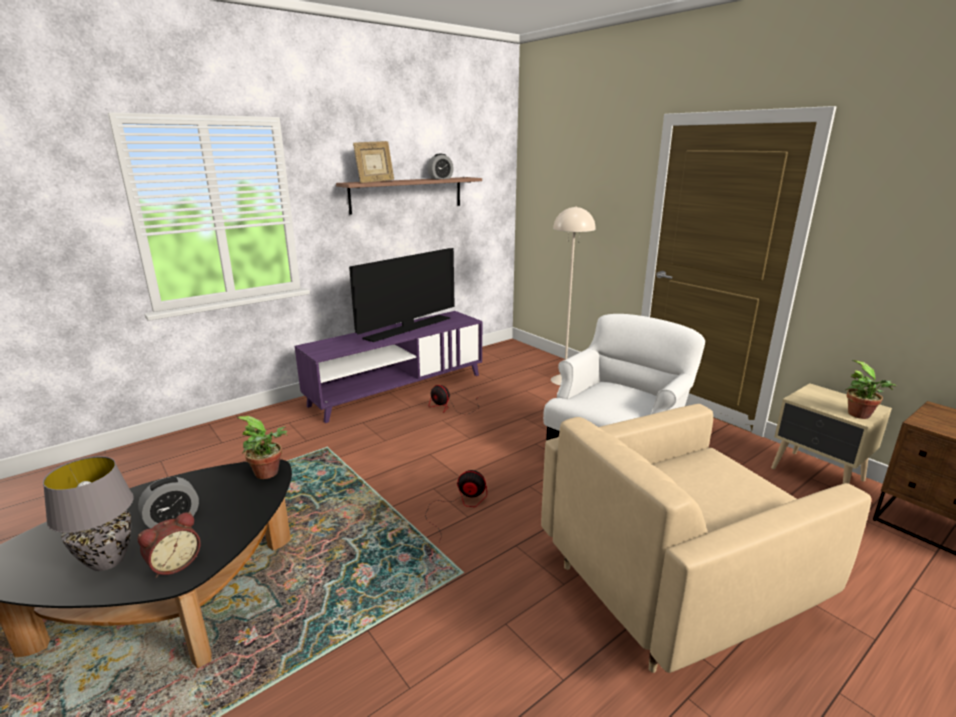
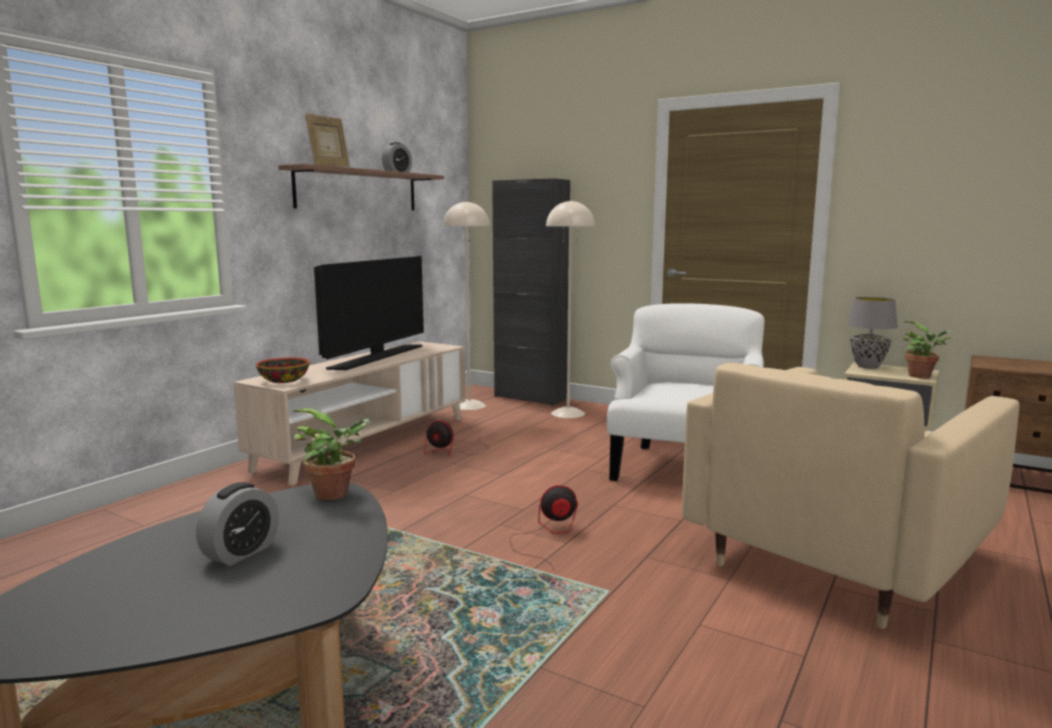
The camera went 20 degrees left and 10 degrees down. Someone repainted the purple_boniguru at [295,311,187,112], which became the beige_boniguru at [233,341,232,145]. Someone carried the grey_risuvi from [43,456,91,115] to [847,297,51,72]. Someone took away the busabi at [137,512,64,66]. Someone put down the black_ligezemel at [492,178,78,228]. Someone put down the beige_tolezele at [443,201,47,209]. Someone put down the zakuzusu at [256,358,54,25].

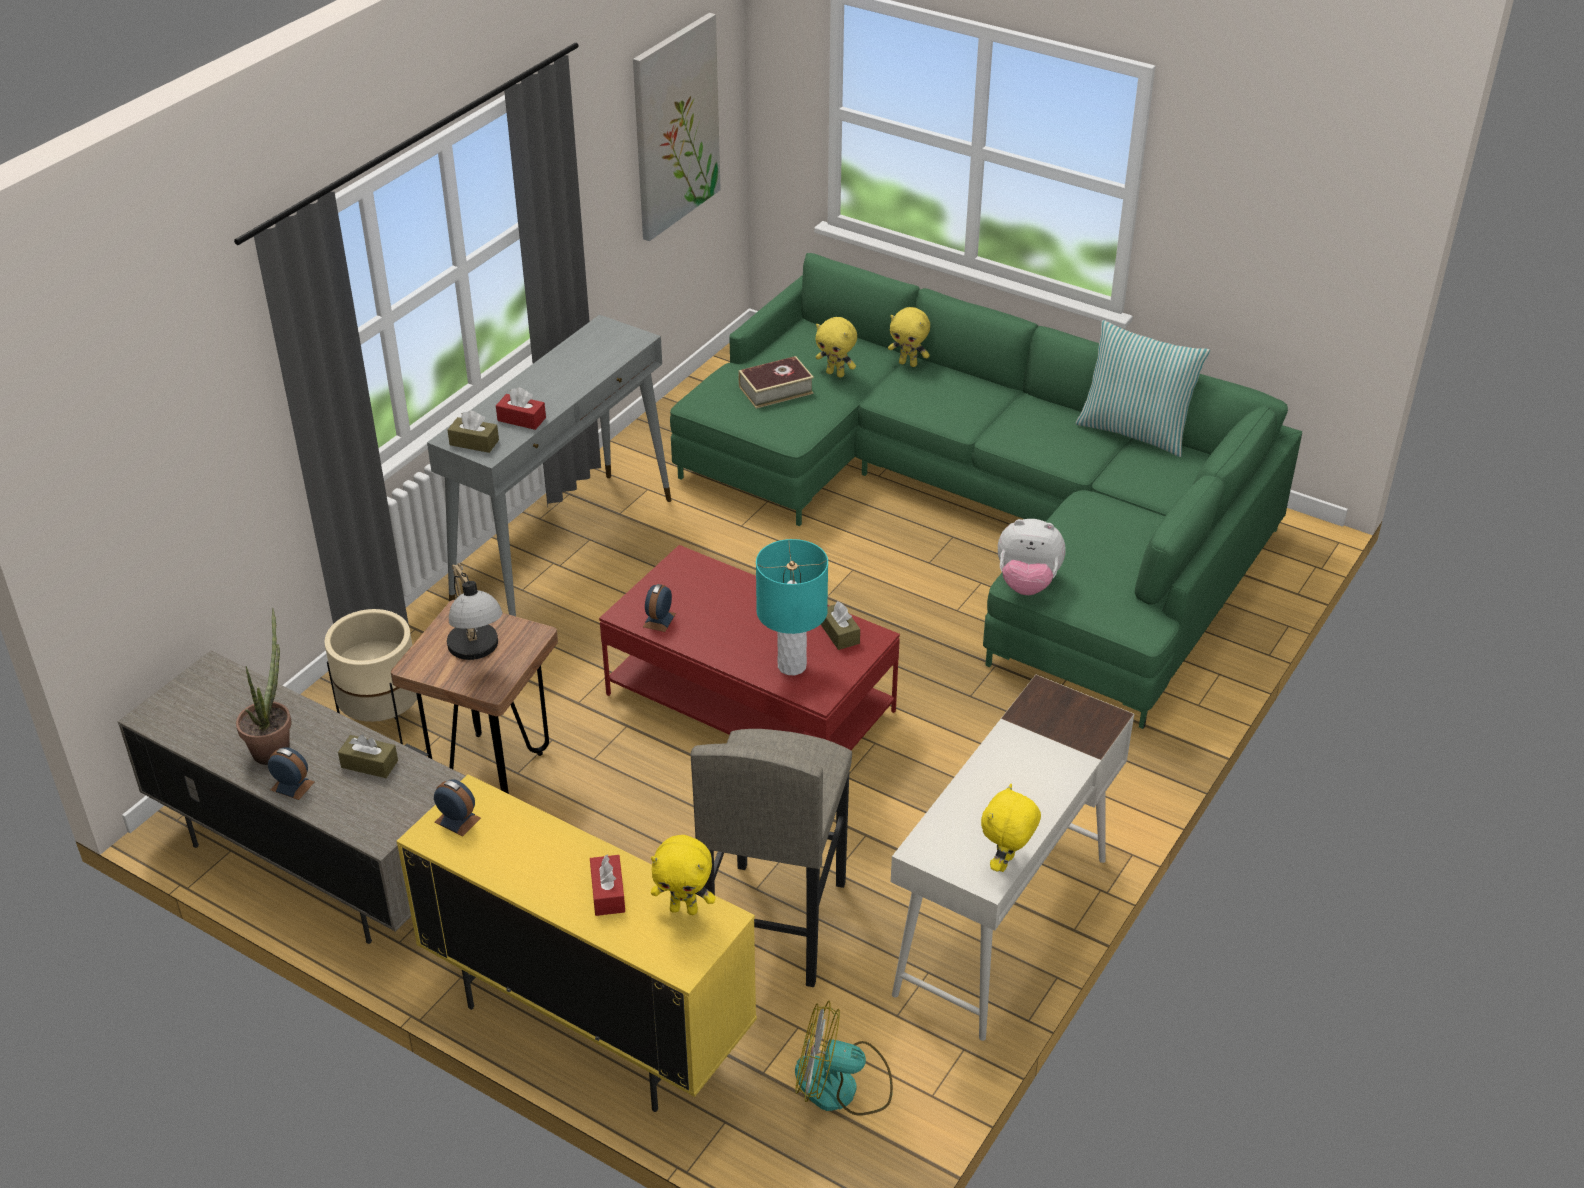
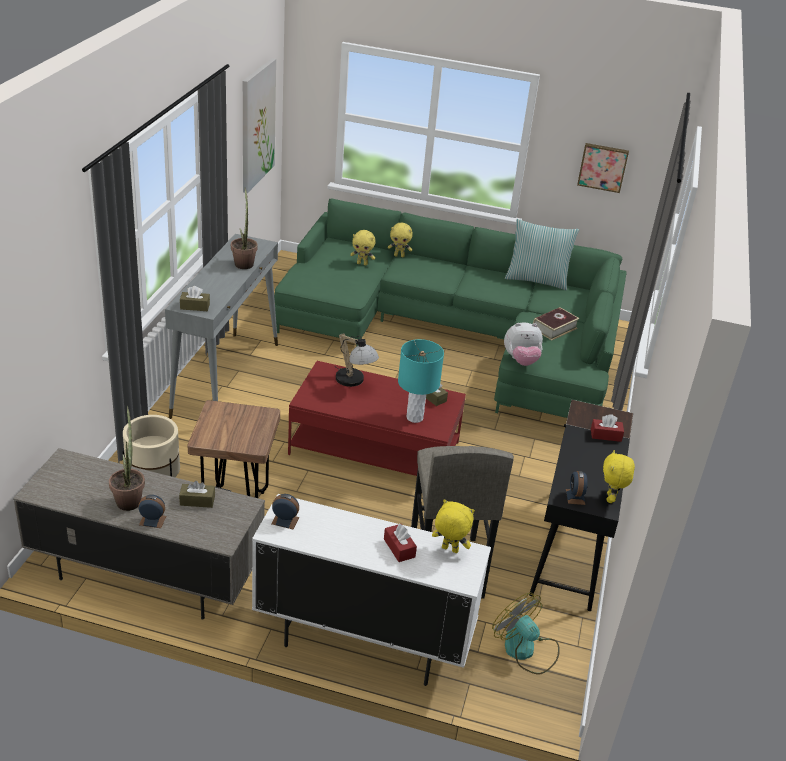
The camera went 20 degrees left and 5 degrees down. Someone carried the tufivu from [738,356,76,53] to [533,307,47,33]. Someone carried the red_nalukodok from [496,387,50,43] to [591,414,33,28]. Someone carried the risuvi from [447,563,56,97] to [336,333,43,54]. Someone carried the busabi from [643,584,33,48] to [566,471,22,34]. Someone repainted the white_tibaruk at [891,675,243,366], which became the black_tibaruk at [529,400,104,211]. Someone repainted the yellow_ligezemel at [396,774,361,338], which became the white_ligezemel at [252,494,239,192]. Someone rotated the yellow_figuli at [651,835,65,80] by 150 degrees counterclockwise. Someone rotated the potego at [795,1001,98,115] by 60 degrees clockwise. Someone put up the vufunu at [577,143,52,50]. Someone put down the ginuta at [231,187,27,82].

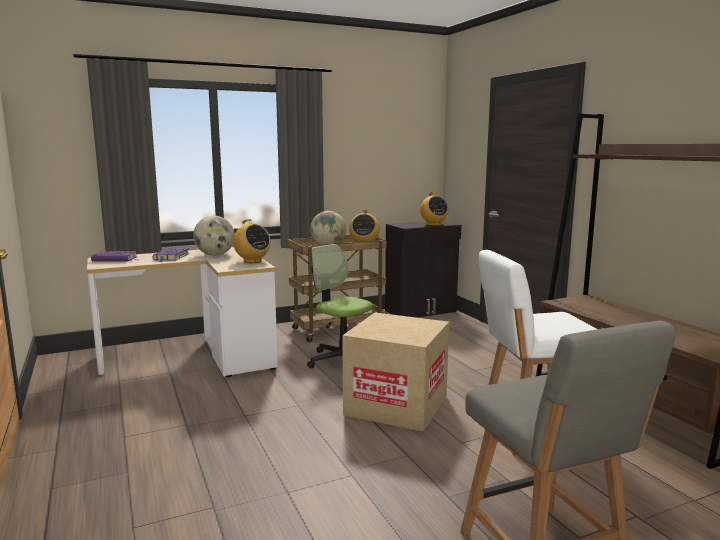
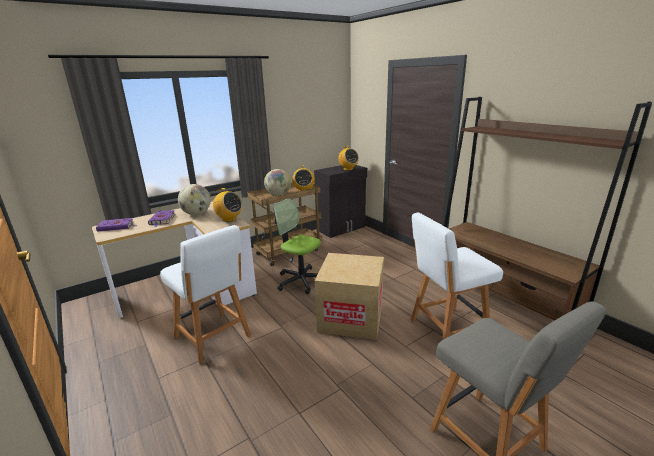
The camera went 10 degrees left and 10 degrees up. Someone put down the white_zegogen at [160,225,91,139].

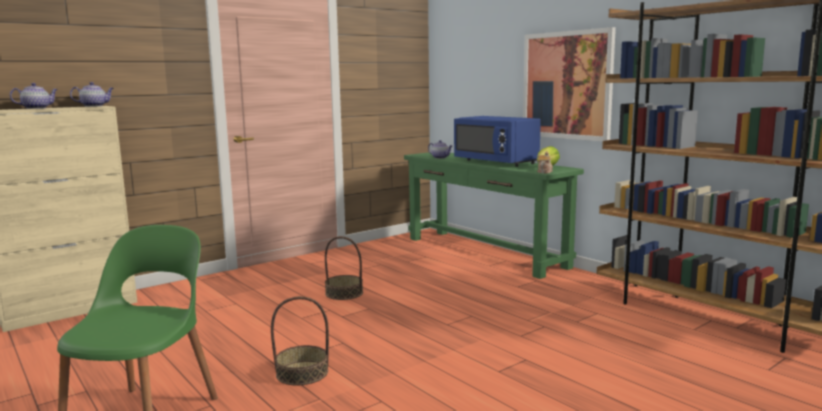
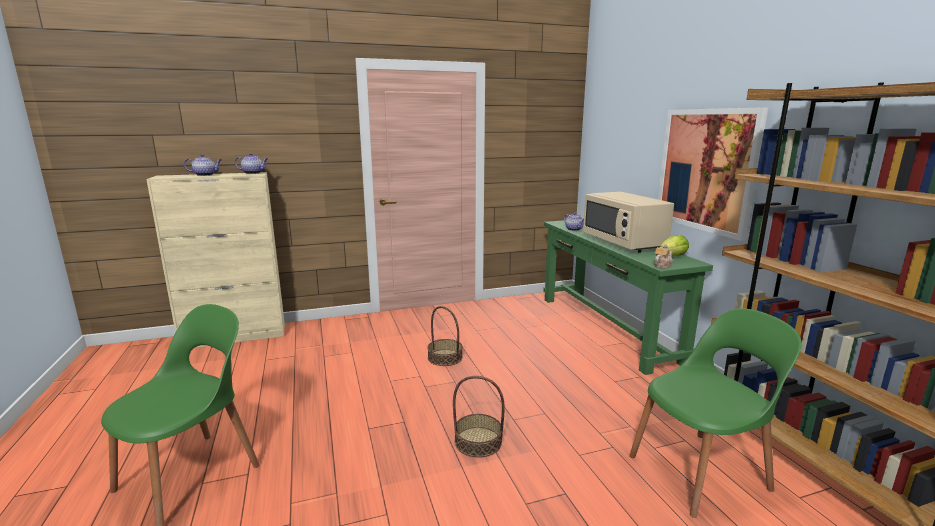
The camera went 20 degrees right and 5 degrees up. Someone repainted the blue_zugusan at [454,116,87,51], which became the beige_zugusan at [583,192,91,61]. Someone carried the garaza from [271,296,58,89] to [453,376,52,82]. Someone put down the green_zegogen at [629,308,173,210].

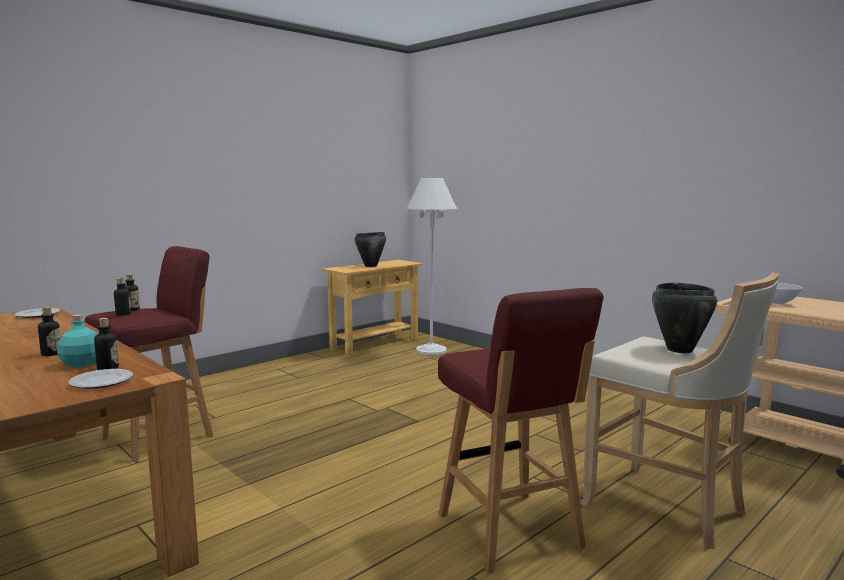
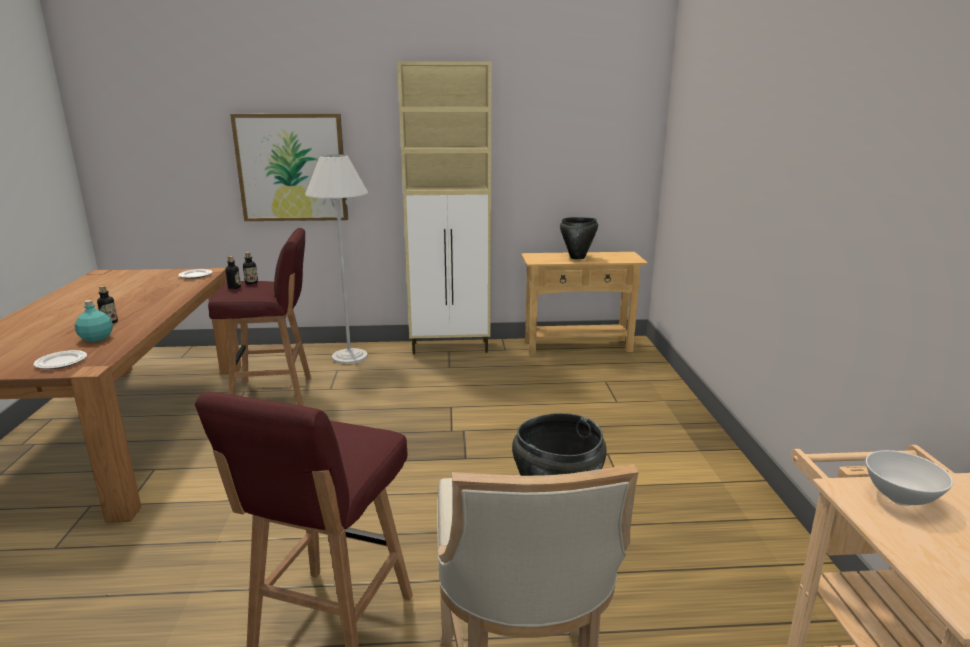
The camera went 40 degrees right and 10 degrees up. Someone carried the white_tolezele from [406,178,51,177] to [305,154,63,210]. Someone took away the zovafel at [94,318,25,52]. Someone put down the beige_ligezemel at [397,61,94,294]. Someone put up the vufunu at [230,113,118,108].

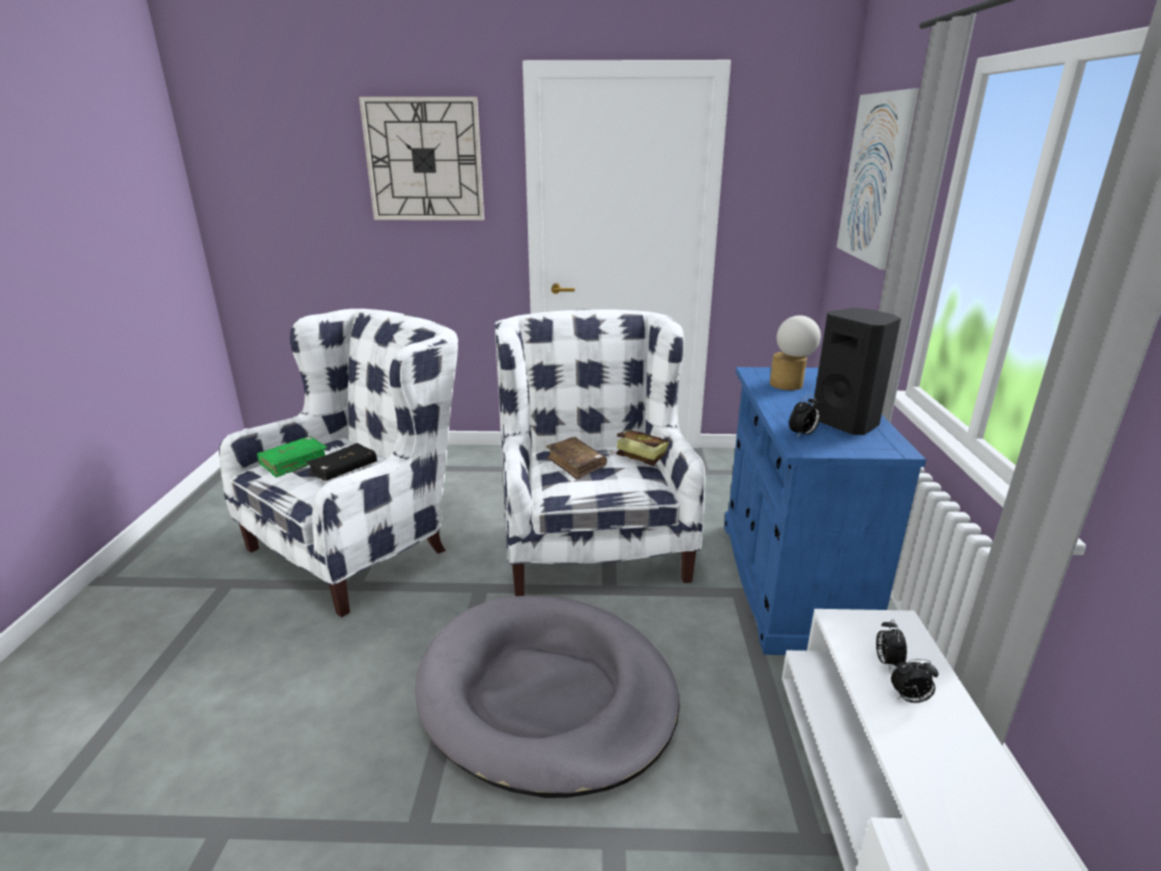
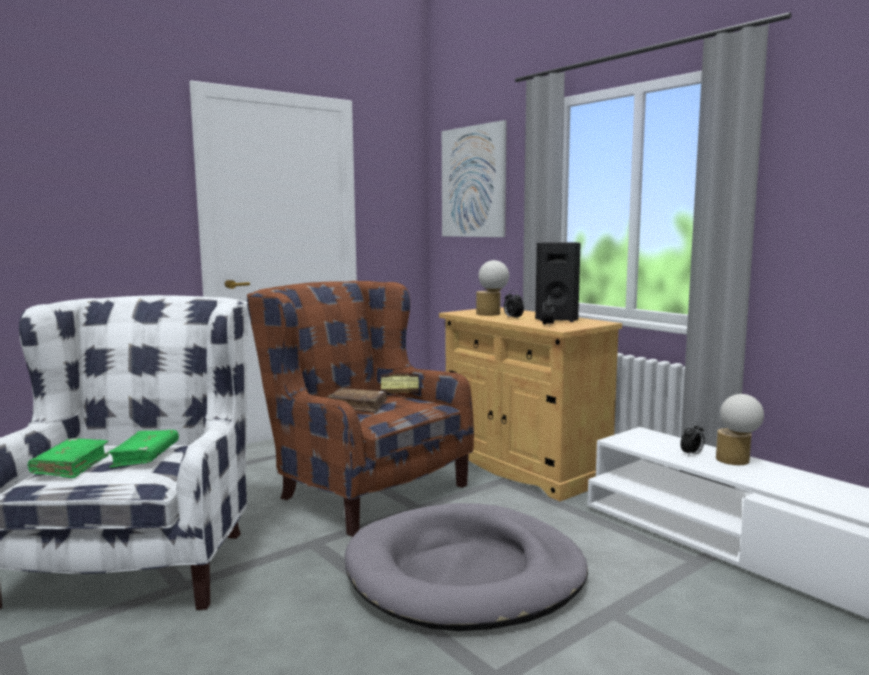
The camera went 40 degrees left and 15 degrees down. Someone took away the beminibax at [359,97,125,123]. Someone repainted the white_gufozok at [495,309,210,287], which became the brown_gufozok at [247,281,227,256]. Someone repainted the blue_ligezemel at [724,367,202,288], which became the beige_ligezemel at [439,307,183,194]. Someone repainted the black_tufivu at [305,443,72,38], which became the green_tufivu at [107,430,72,38]. Someone carried the busabi from [876,619,31,52] to [504,290,20,29]. Someone put down the risuvi at [716,394,48,71].

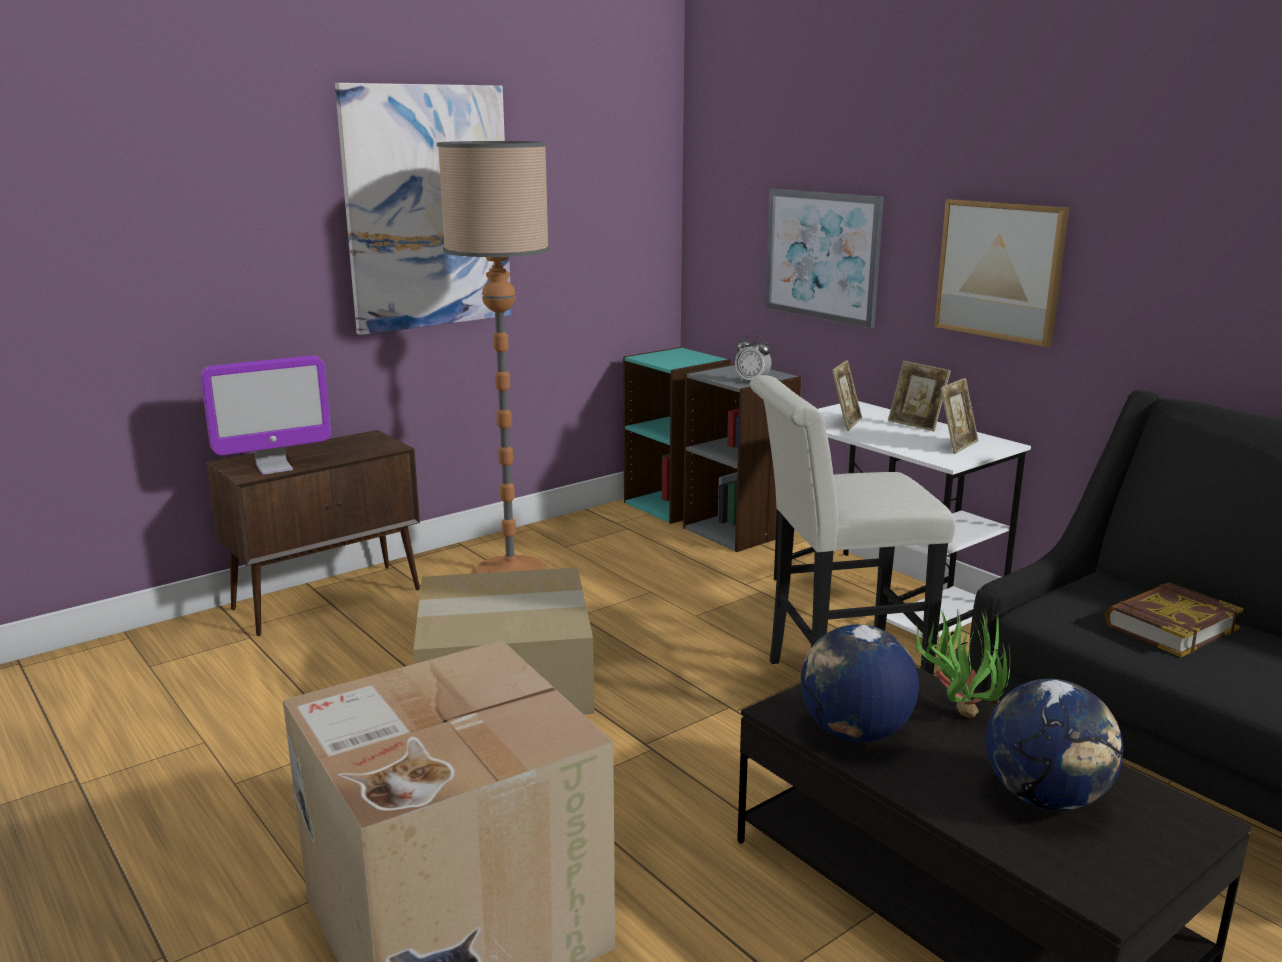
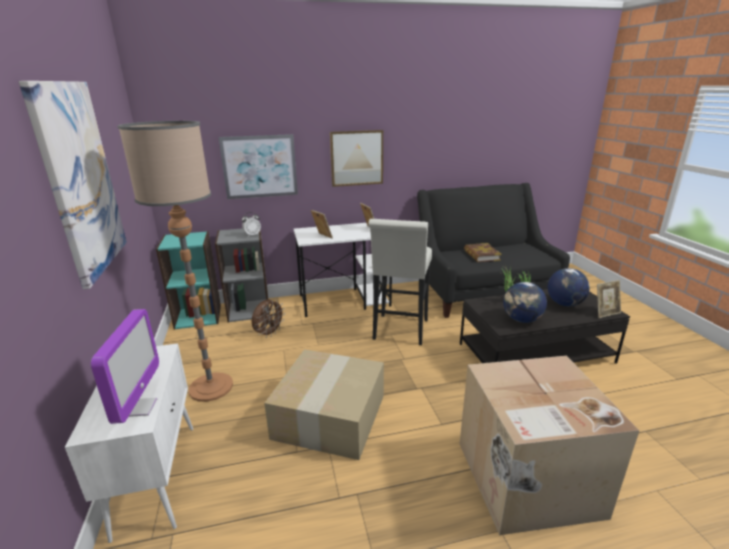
The camera went 65 degrees left and 5 degrees up. Someone carried the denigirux from [888,361,63,70] to [597,280,24,38]. Someone repainted the brown_ligezemel at [206,430,214,206], which became the white_ligezemel at [65,343,128,200]. Someone put down the brown_potego at [252,299,33,39].

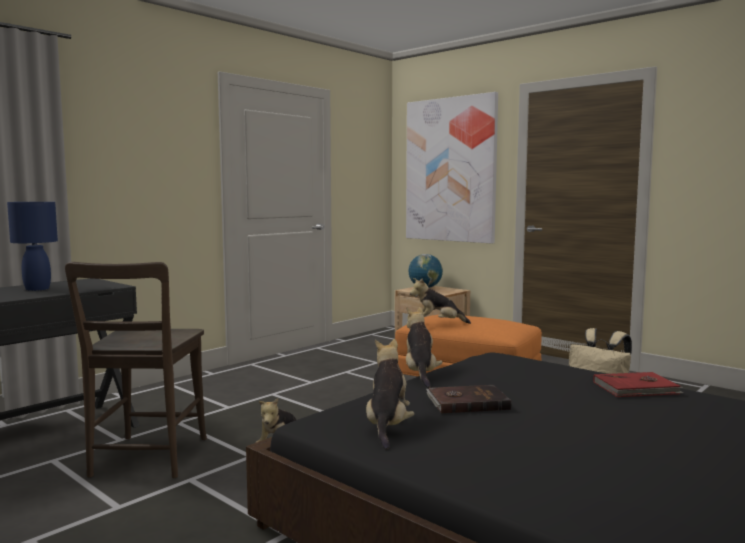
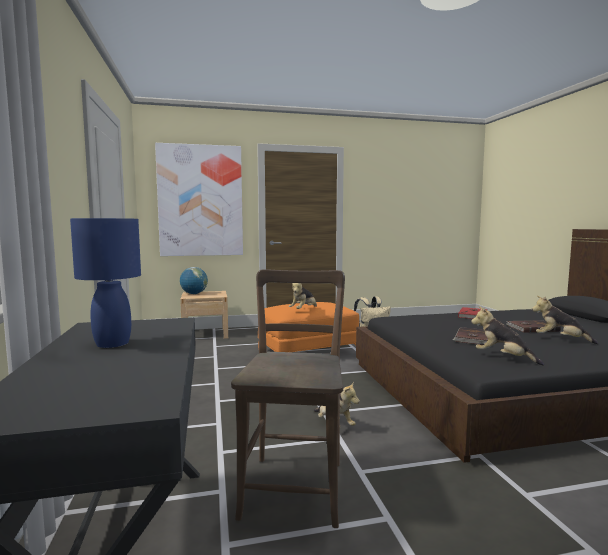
The camera went 55 degrees left and 0 degrees up. Someone rotated the brown_zegogen at [65,262,142,216] by 120 degrees counterclockwise. Someone carried the figuli from [406,307,37,81] to [532,296,66,48]. Someone put down the brown_tufivu at [507,320,54,13].

